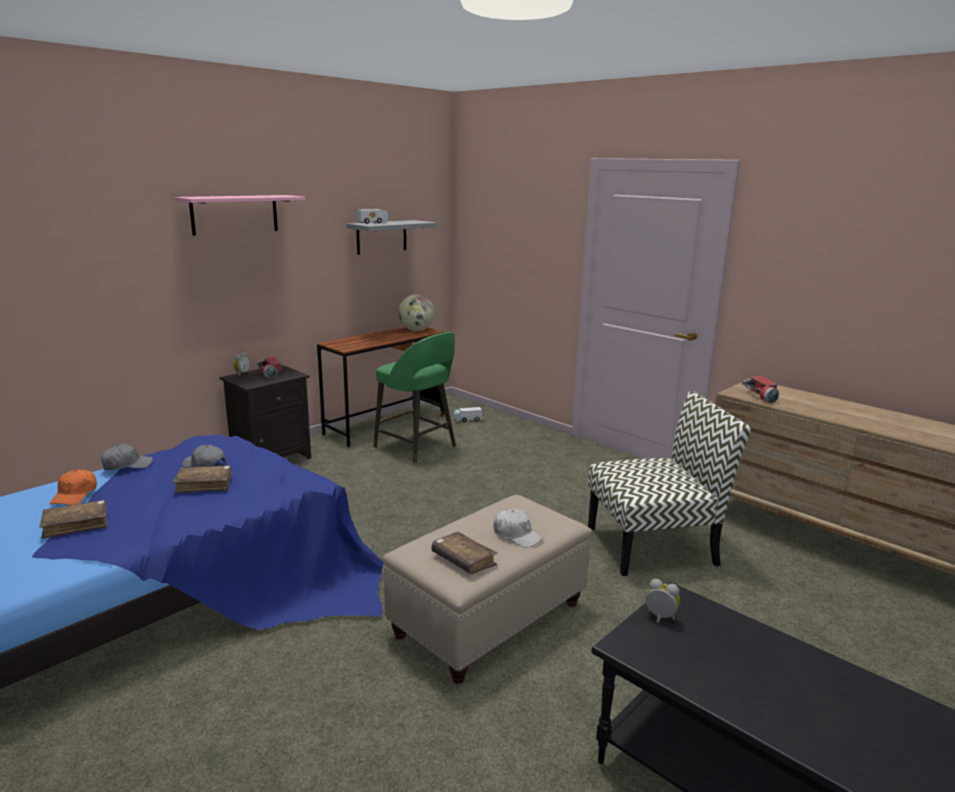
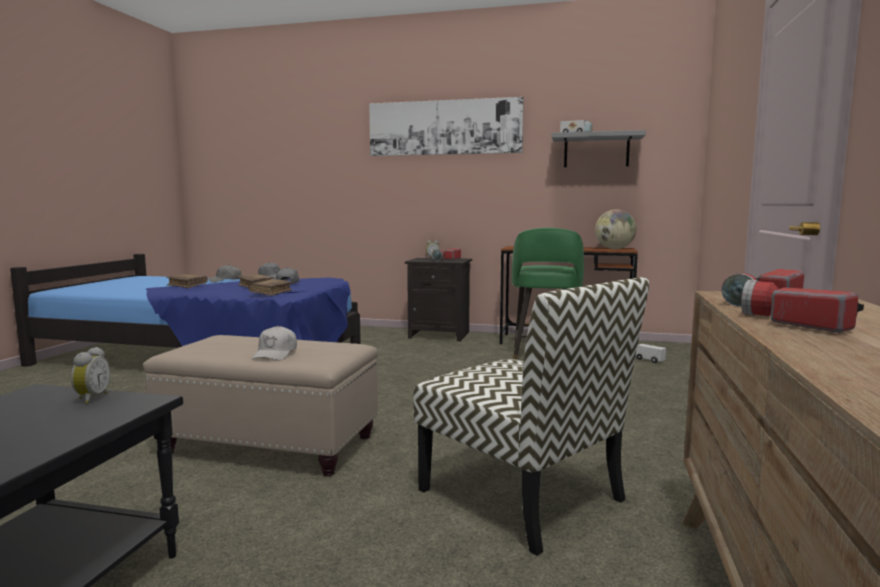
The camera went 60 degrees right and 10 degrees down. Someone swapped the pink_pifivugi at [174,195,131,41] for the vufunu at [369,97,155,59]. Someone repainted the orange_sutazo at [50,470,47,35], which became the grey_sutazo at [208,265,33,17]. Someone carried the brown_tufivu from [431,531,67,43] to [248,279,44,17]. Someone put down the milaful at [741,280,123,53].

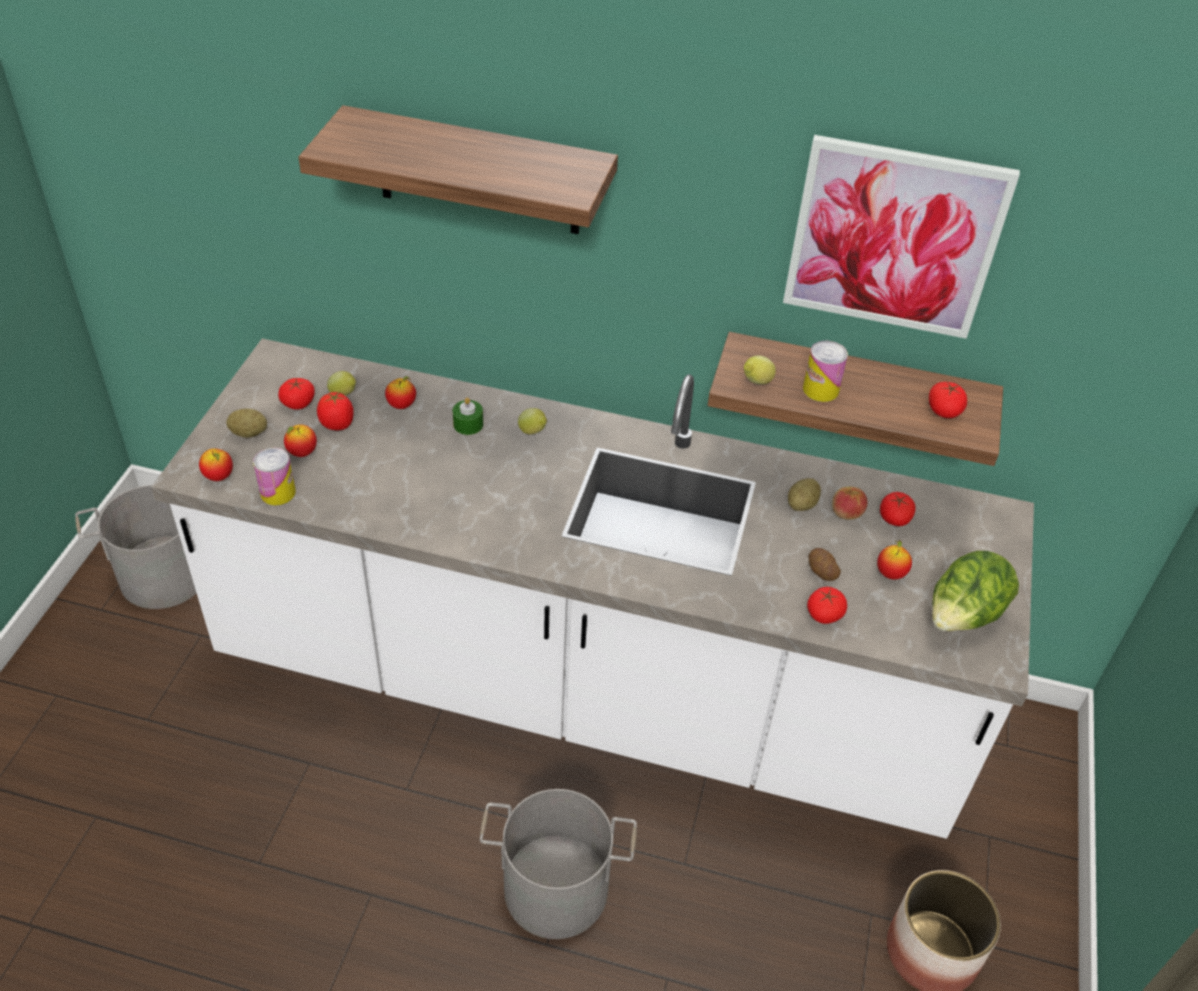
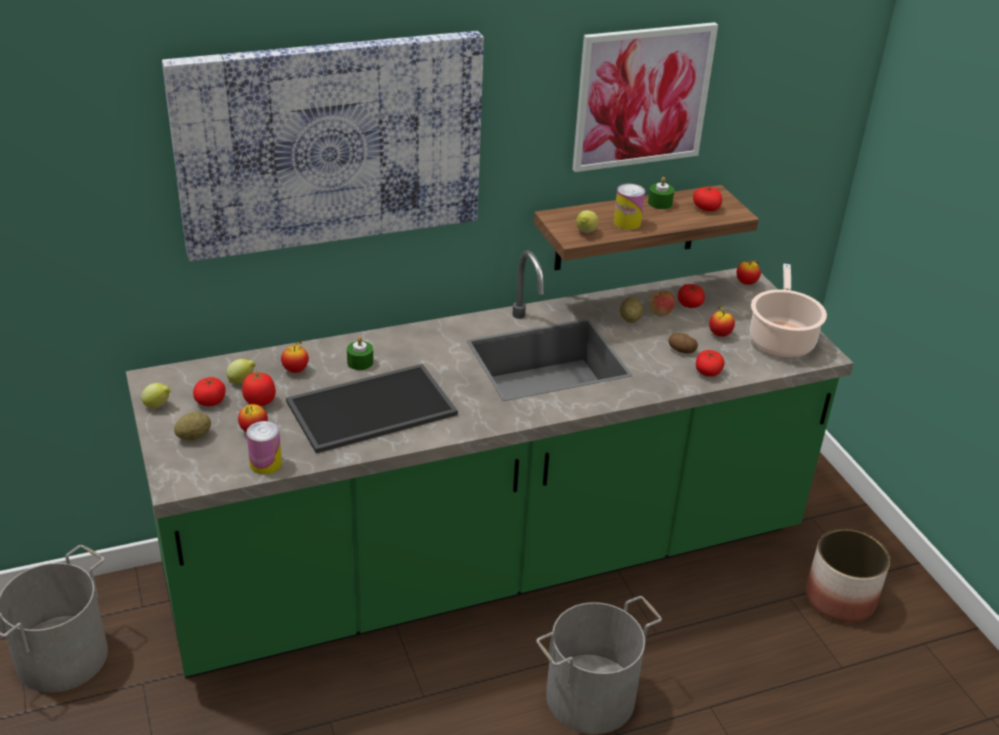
The camera went 35 degrees left and 10 degrees down. Someone swapped the pifivugi at [298,105,320,129] for the vufunu at [162,31,322,230]. Someone repainted the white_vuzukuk at [151,338,883,501], which became the green_vuzukuk at [126,250,728,428]. Someone carried the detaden from [518,408,29,27] to [141,383,30,26]. Someone carried the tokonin from [199,448,34,33] to [736,260,25,25]. Someone swapped the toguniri at [932,551,87,80] for the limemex at [749,264,78,94]. Someone put down the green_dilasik at [648,177,26,32]. Someone put down the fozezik at [286,364,172,89].

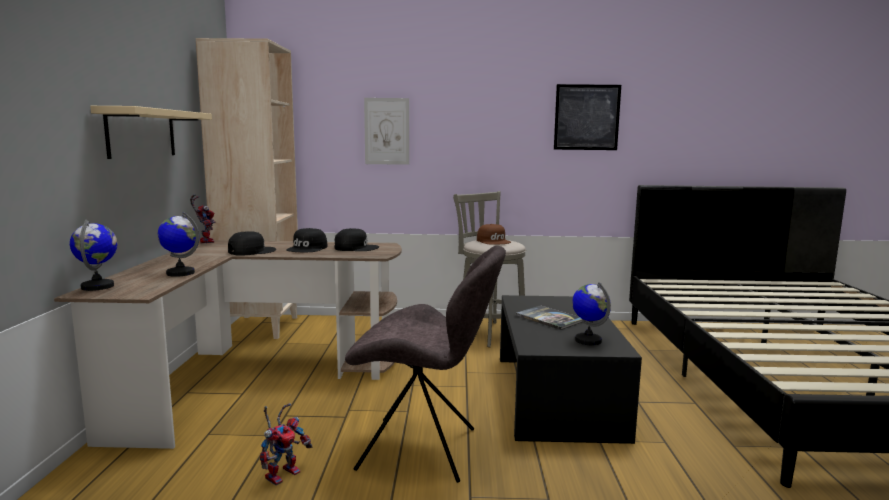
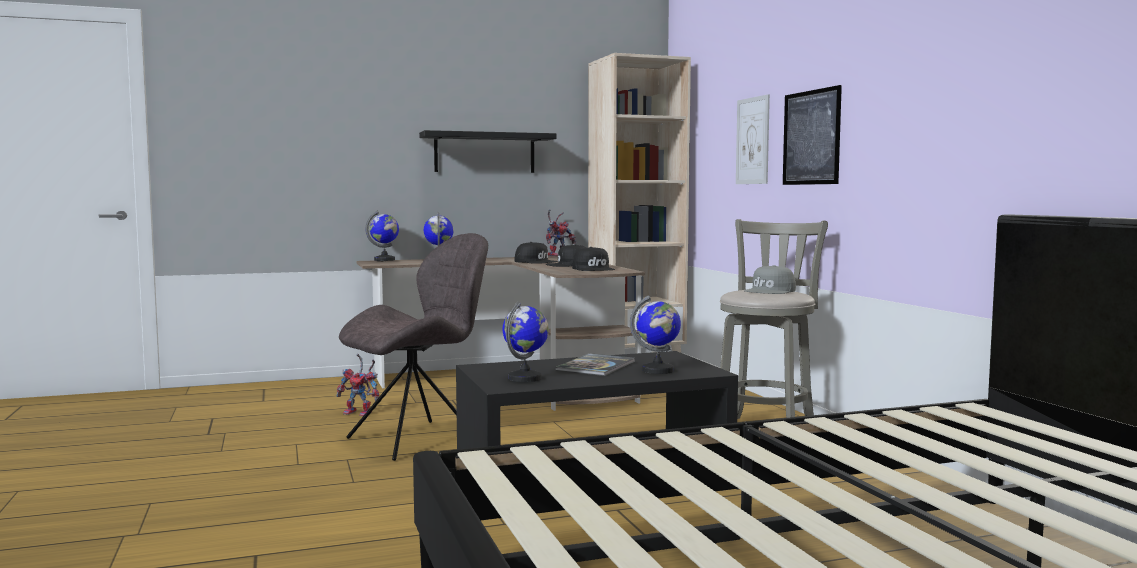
The camera went 70 degrees right and 5 degrees down. Someone carried the vufunu from [554,84,67,66] to [783,85,59,100]. Someone repainted the beige_pifivugi at [90,106,122,53], which became the black_pifivugi at [419,130,138,43]. Someone repainted the brown_sutazo at [477,224,34,21], which became the grey_sutazo at [744,265,52,29]. Someone rotated the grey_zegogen at [345,245,161,238] by 120 degrees counterclockwise. Someone put down the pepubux at [630,295,51,79].

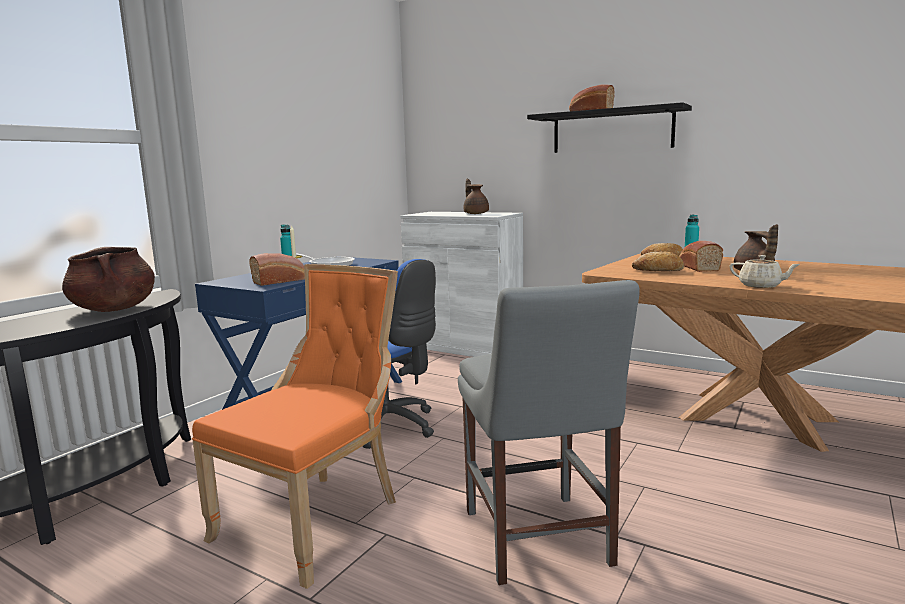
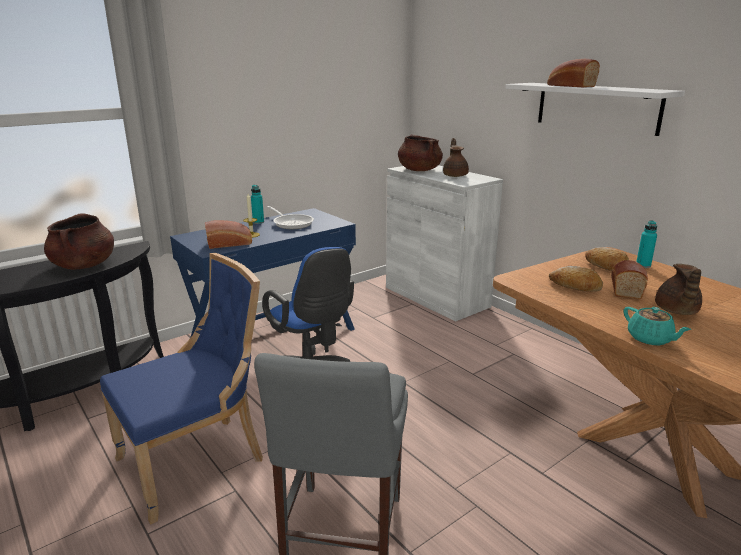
The camera went 20 degrees right and 10 degrees up. Someone repainted the black_pifivugi at [527,102,165,51], which became the white_pifivugi at [505,83,180,53]. Someone repainted the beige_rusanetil at [729,255,71,33], which became the turquoise_rusanetil at [623,307,68,39]. Someone repainted the orange_zegogen at [192,264,206,325], which became the blue_zegogen at [100,253,163,271]. Someone put down the brown_limemex at [398,134,45,37].

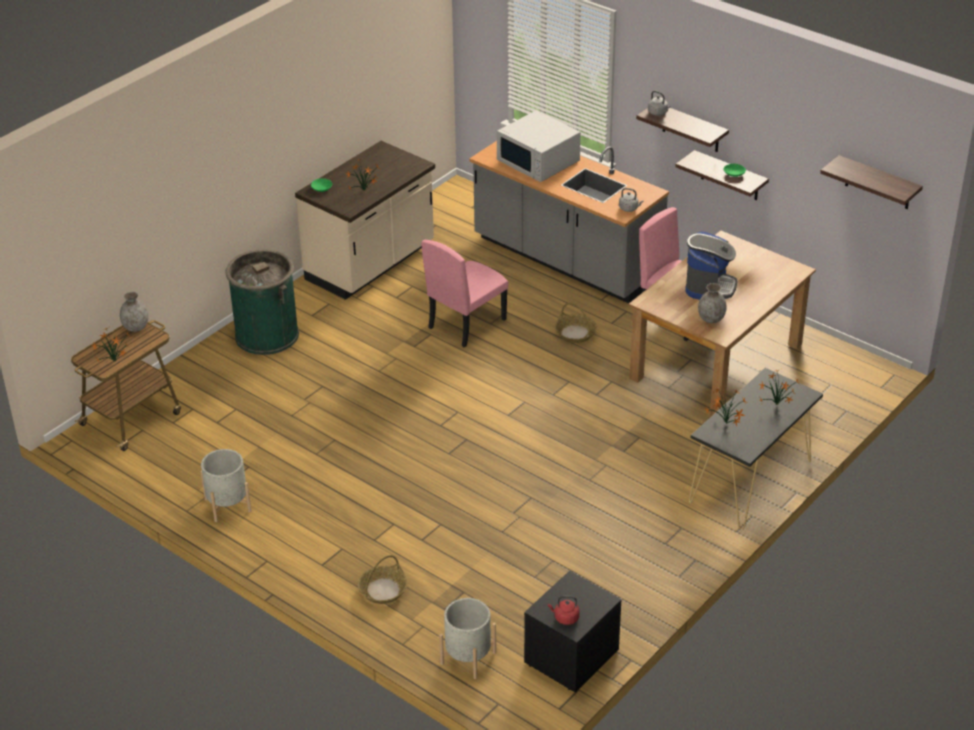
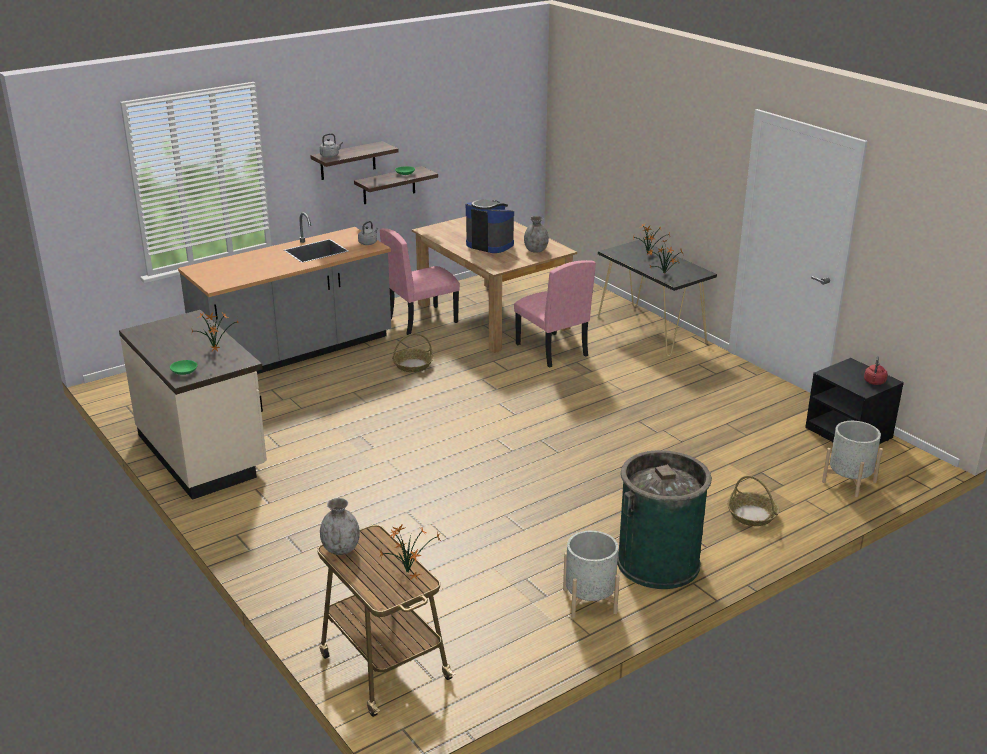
The camera went 75 degrees left and 10 degrees down. Someone took away the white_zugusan at [497,110,84,72]. Someone took away the pifivugi at [820,155,103,54]. Someone carried the pink_zegogen from [421,240,87,108] to [514,260,82,108]. Someone carried the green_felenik from [225,250,74,105] to [617,450,95,139].

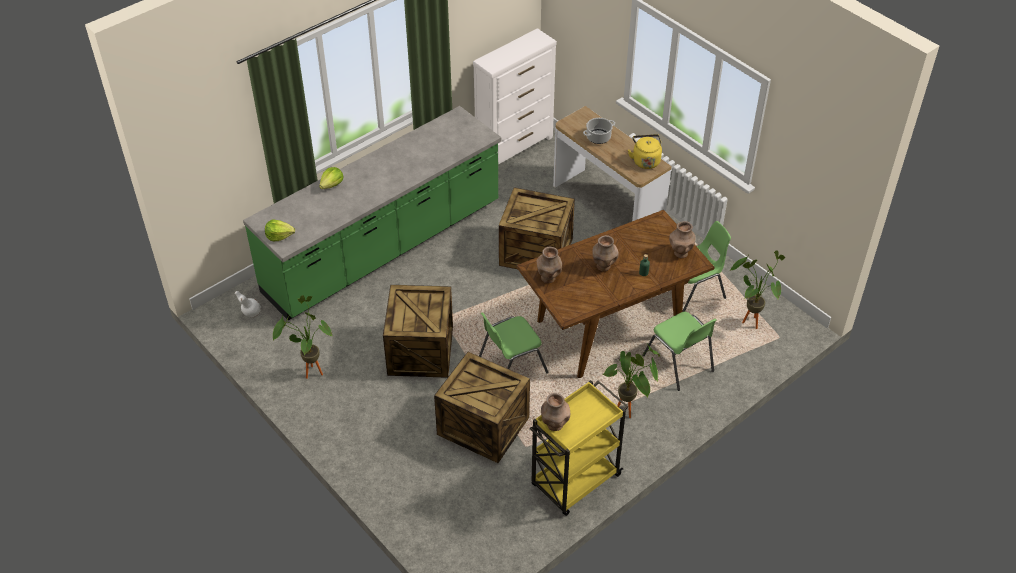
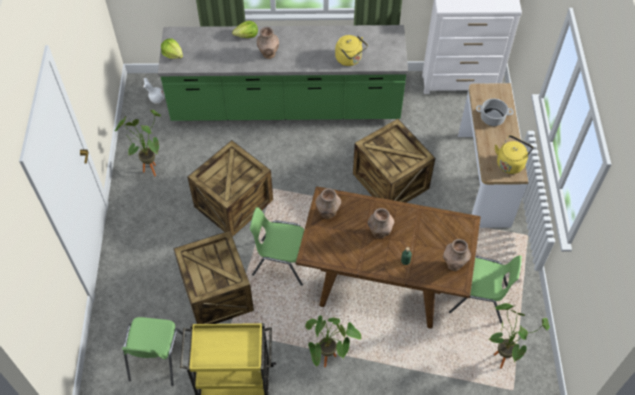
The camera went 40 degrees right and 10 degrees up. Someone carried the green_zegogen from [642,312,74,79] to [122,317,64,69]. Someone carried the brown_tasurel from [541,393,29,38] to [257,27,22,32]. Someone put down the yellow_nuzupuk at [335,35,33,31].

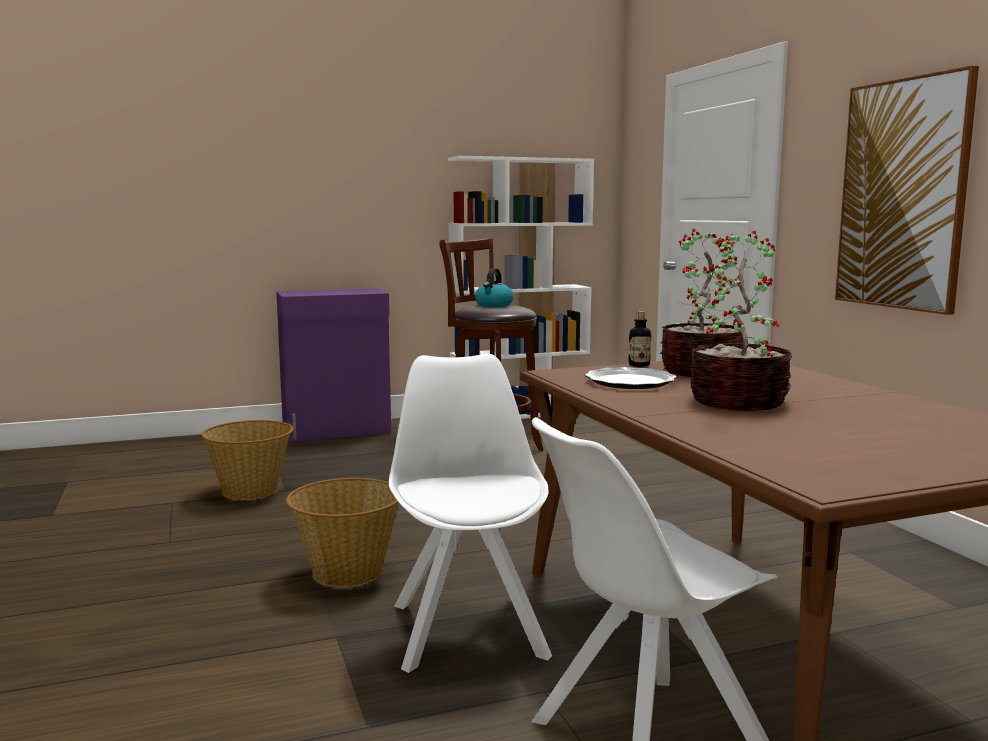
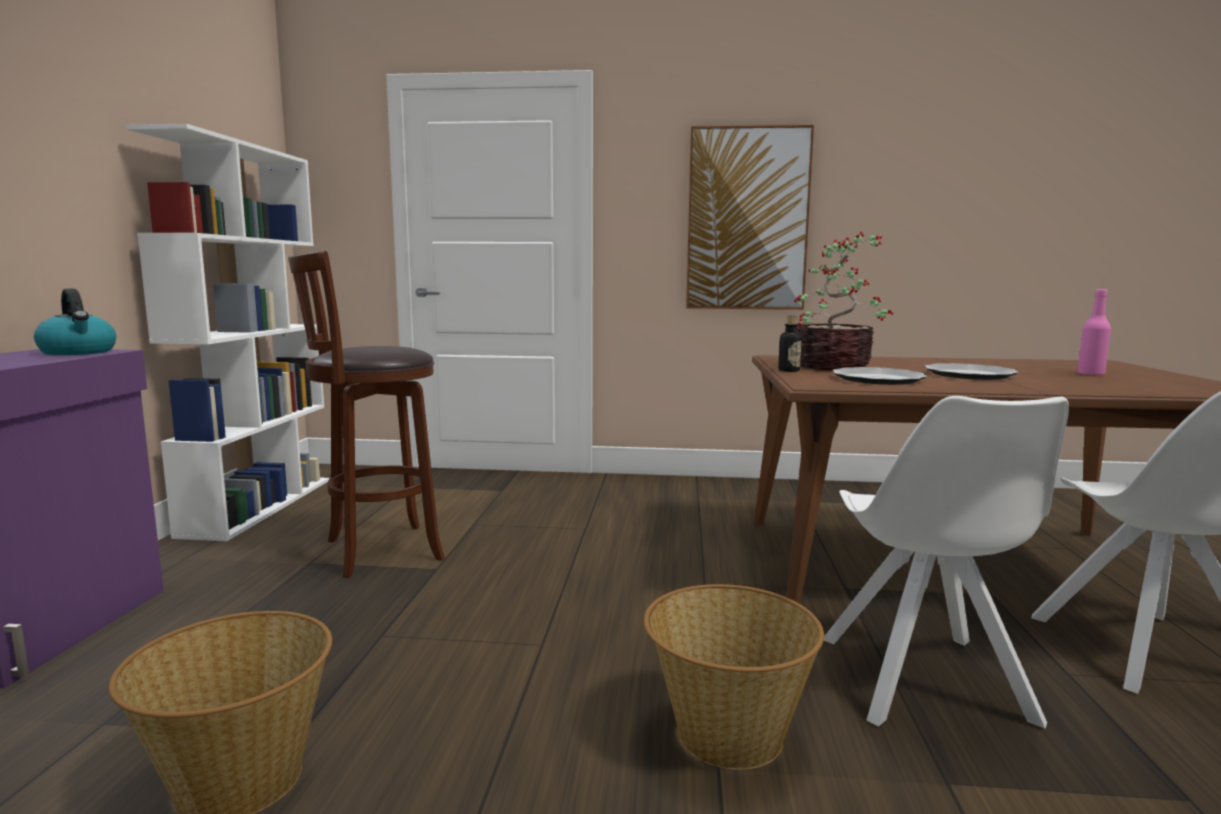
The camera went 65 degrees left and 0 degrees up. Someone swapped the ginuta at [690,231,102,180] for the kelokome at [924,363,95,17]. Someone carried the nuzupuk from [475,268,38,39] to [34,288,82,67]. Someone rotated the white_zegogen at [389,354,163,319] by 105 degrees counterclockwise. Someone put down the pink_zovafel at [1077,289,34,87].

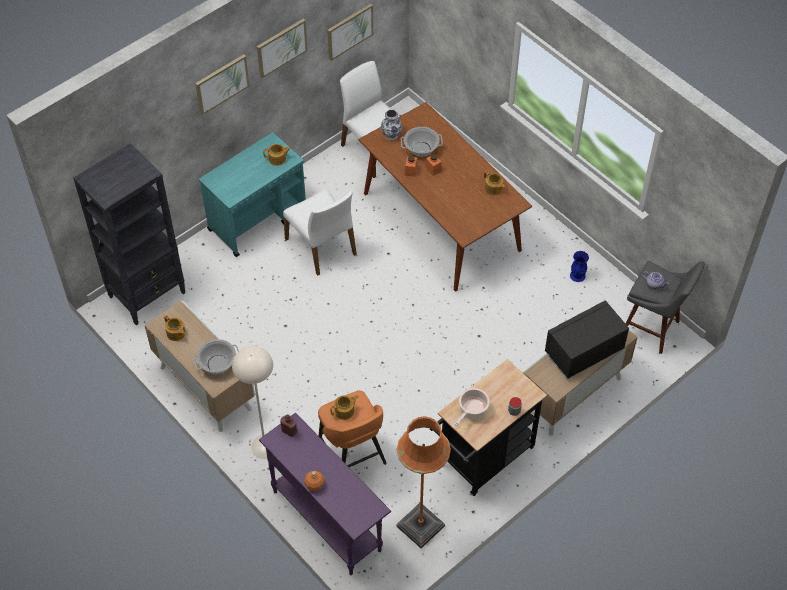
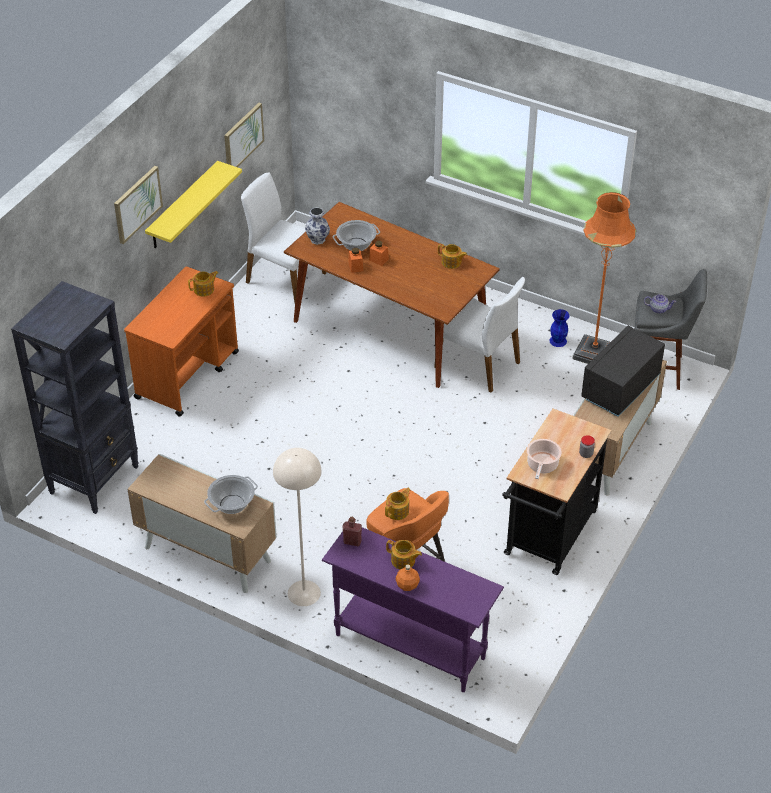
The camera went 20 degrees left and 10 degrees down. Someone took away the vufunu at [257,19,51,59]. Someone repainted the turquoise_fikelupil at [199,132,107,125], which became the orange_fikelupil at [124,266,115,151]. Someone carried the white_zegogen from [283,189,74,86] to [434,277,91,116]. Someone carried the rusanetil from [164,315,22,26] to [386,540,36,30]. Someone carried the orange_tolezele from [396,417,55,131] to [572,192,64,172]. Someone put up the yellow_pifivugi at [145,161,97,87].

